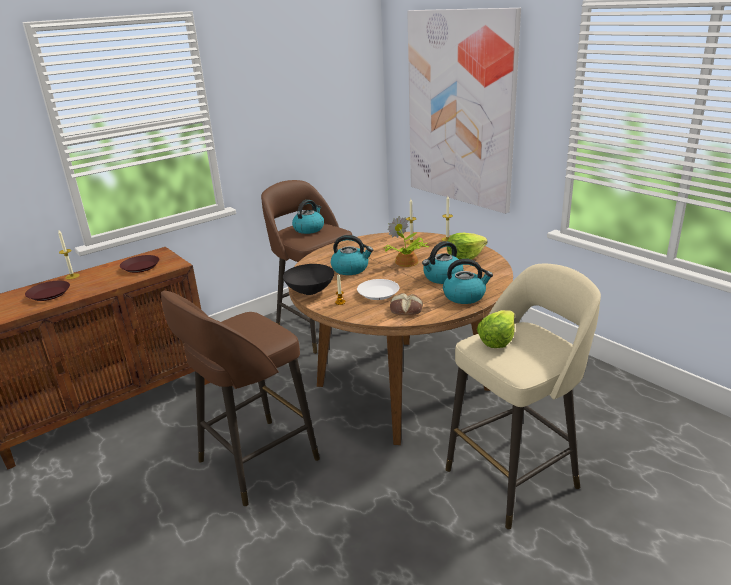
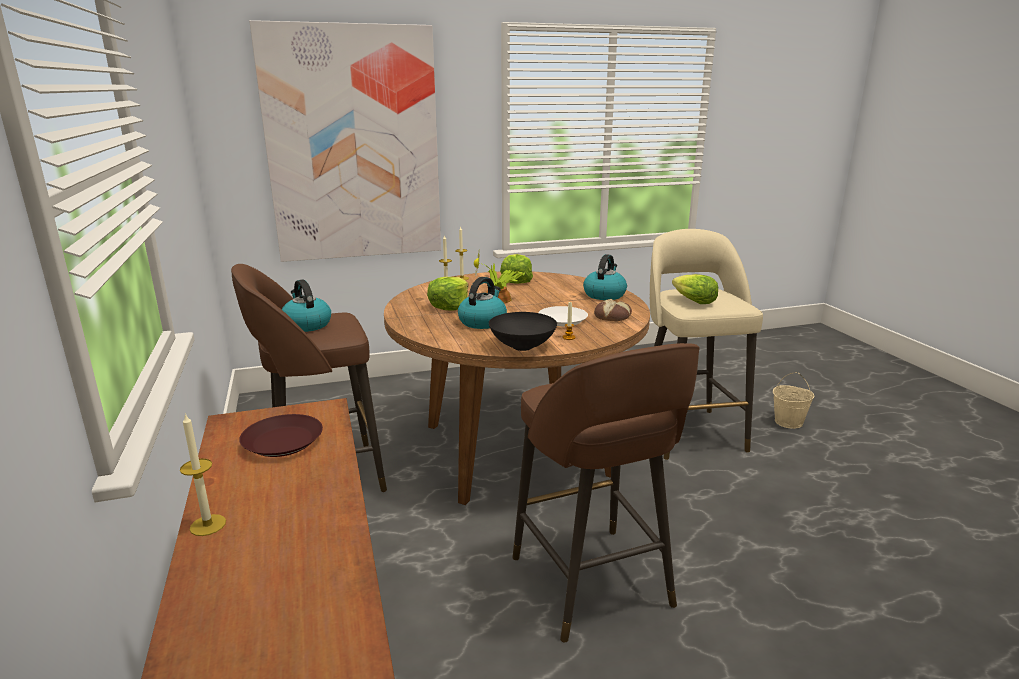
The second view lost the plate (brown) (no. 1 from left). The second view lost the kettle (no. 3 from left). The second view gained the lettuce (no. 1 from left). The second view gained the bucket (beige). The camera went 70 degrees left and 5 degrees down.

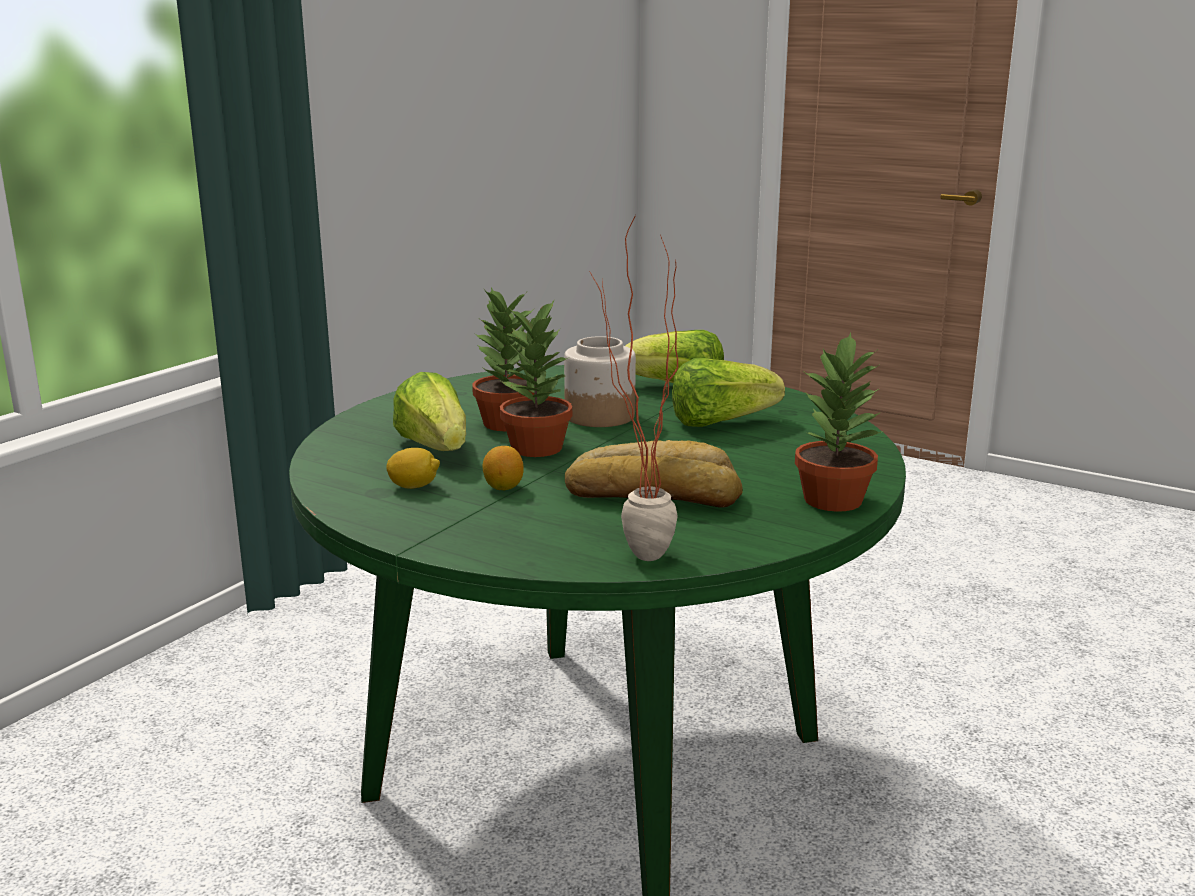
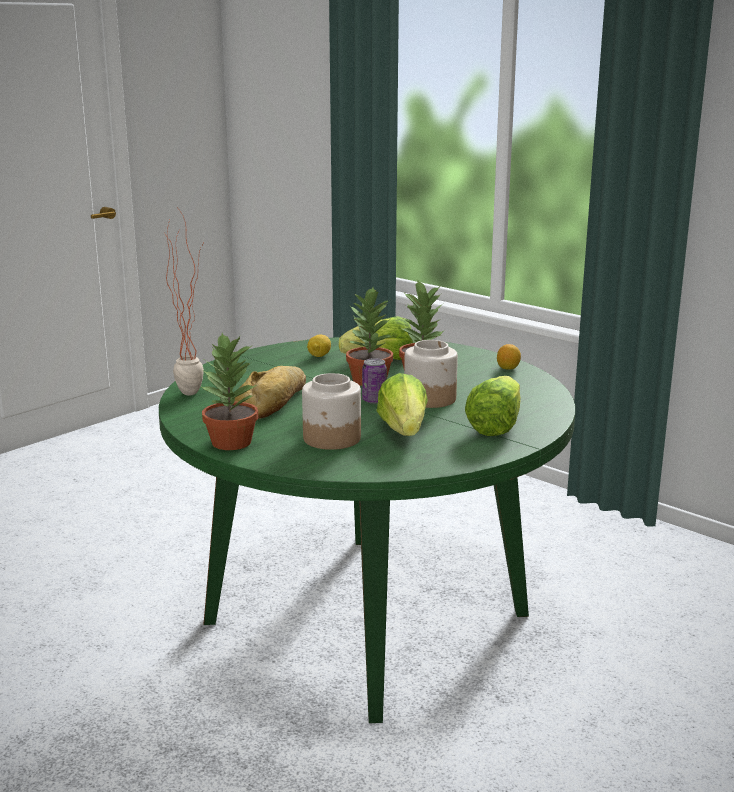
The lemon (no. 2 from left) ended up elsewhere. The second view gained the jar (no. 1 from left). The second view gained the can. The camera went 100 degrees right and 0 degrees up.

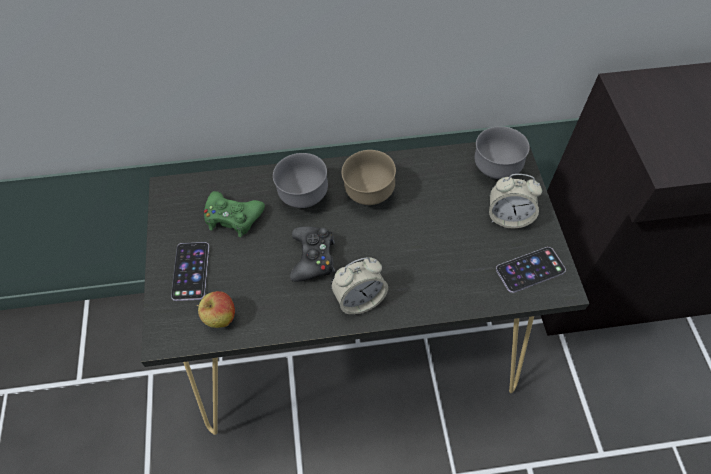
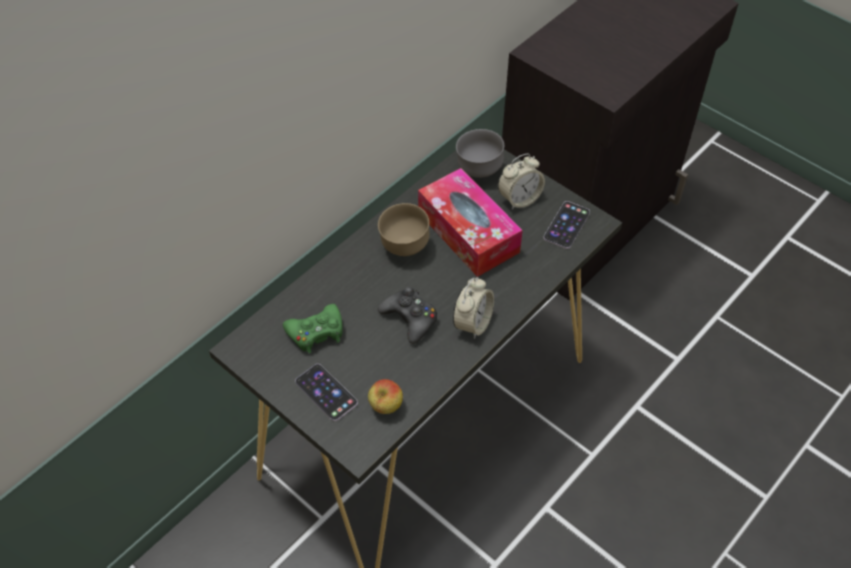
The second view lost the bowl (grey) (no. 1 from left). The second view gained the tissue box. The camera went 40 degrees left and 5 degrees down.

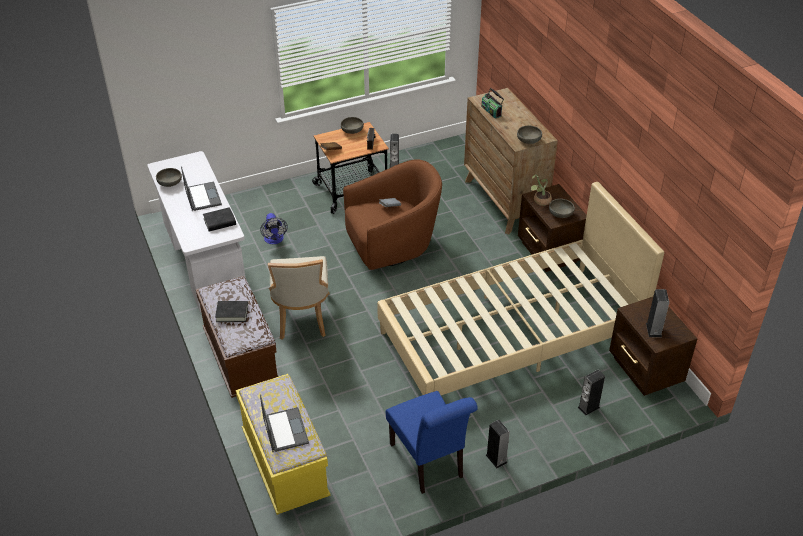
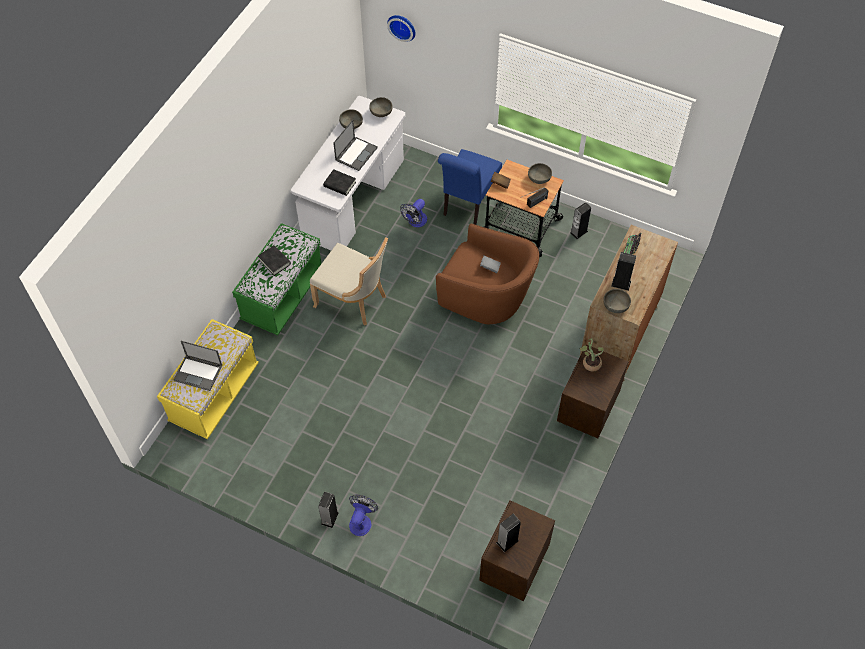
What was the bench (brown) turned into the bench (green). The laptop (no. 2 from left in the first image) ended up facing another way, 75 degrees clockwise from before. The chair (beige) ended up facing another way, 105 degrees counterclockwise from before. The second view lost the bed (beige). The chair (blue) ended up elsewhere. The bowl (grey) (no. 4 from left in the first image) ended up elsewhere. The speaker (no. 3 from left in the first image) ended up elsewhere. The second view gained the fan (no. 1 from left). The second view gained the wall clock. The camera went 50 degrees right and 15 degrees up.

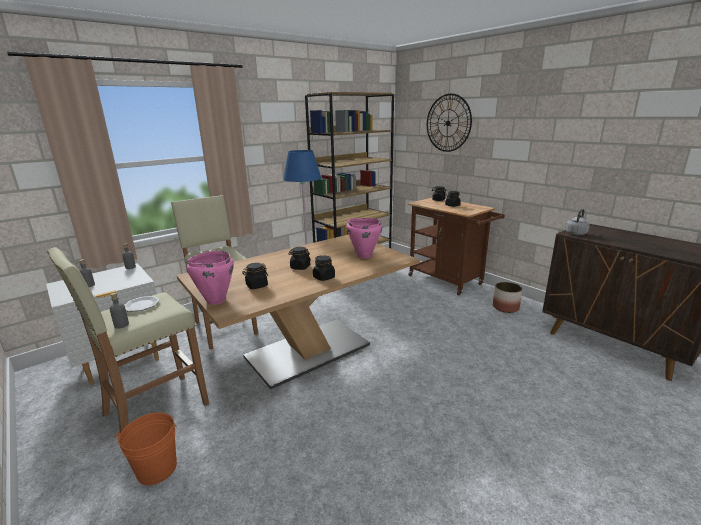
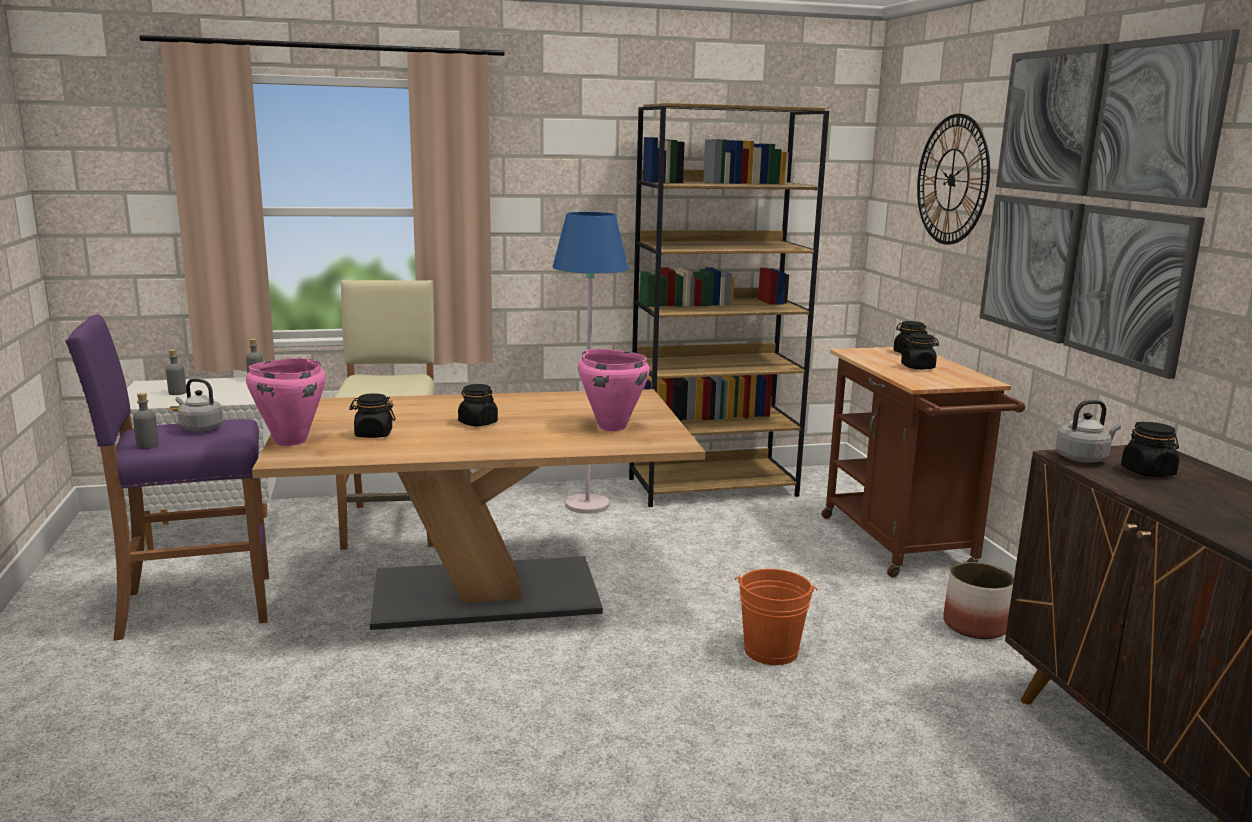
What was the stool (beige) (no. 1 from left) turned into the stool (purple). The bucket (orange) ended up elsewhere. Where the plate stood, the kettle (grey) (no. 1 from left) came to stand. The jar (black) (no. 3 from left in the first image) ended up elsewhere. The second view gained the picture. The camera went 25 degrees right and 5 degrees down.

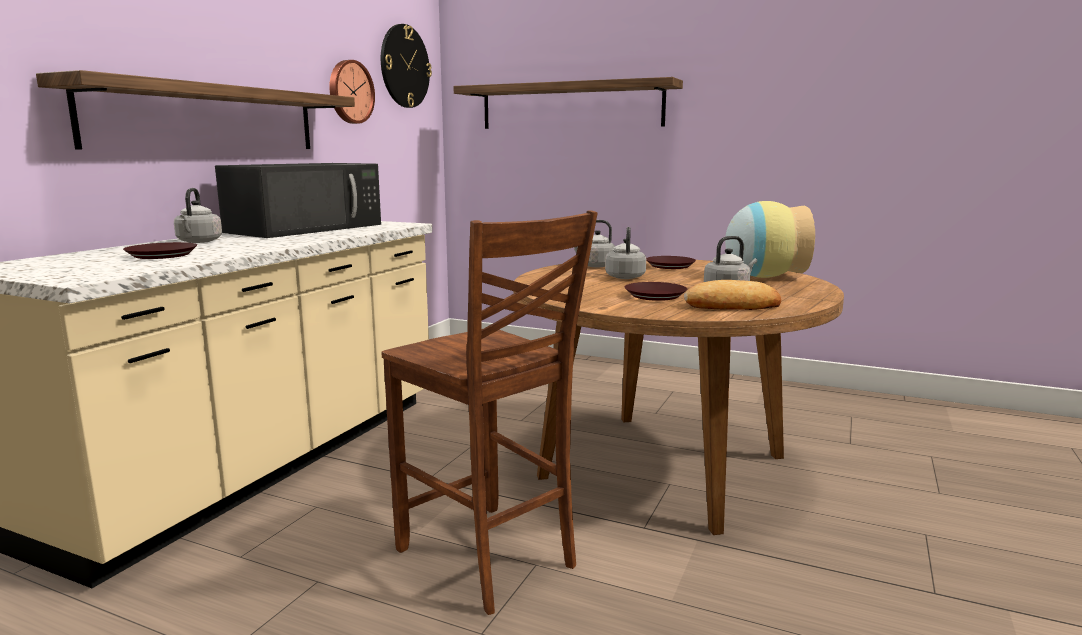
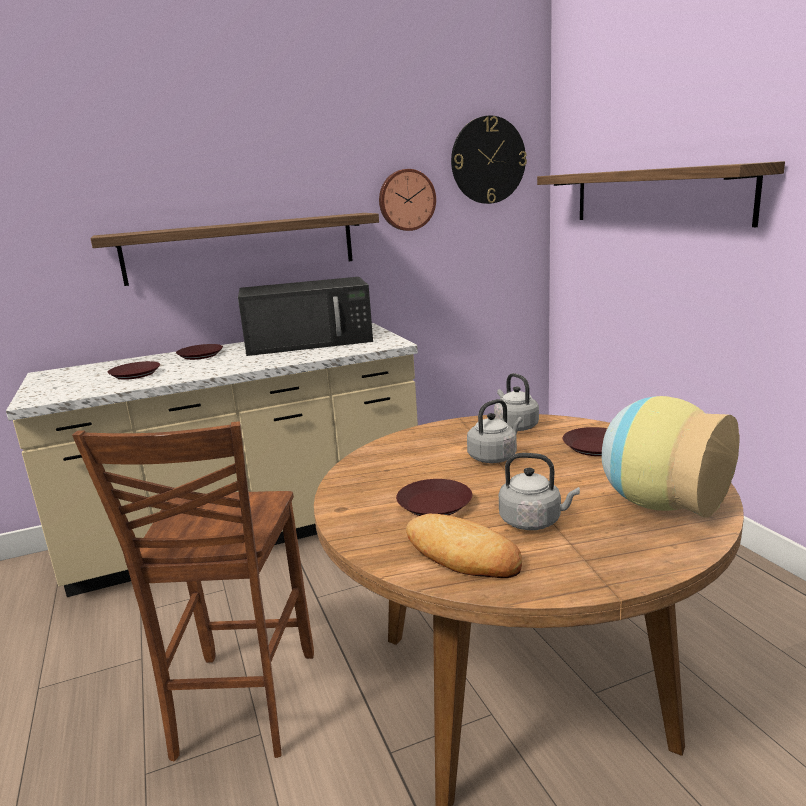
Where the kettle (grey) (no. 1 from left) stood, the plate (brown) (no. 2 from left) came to stand. The camera went 45 degrees right and 5 degrees up.

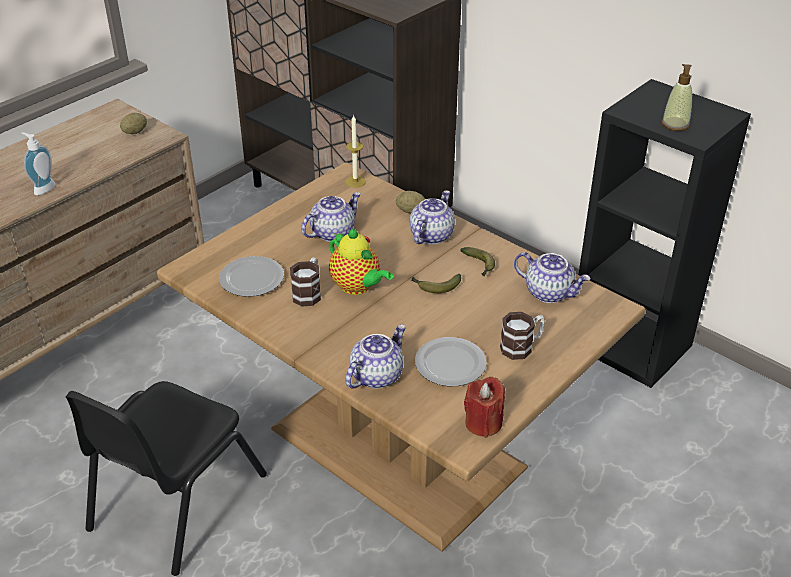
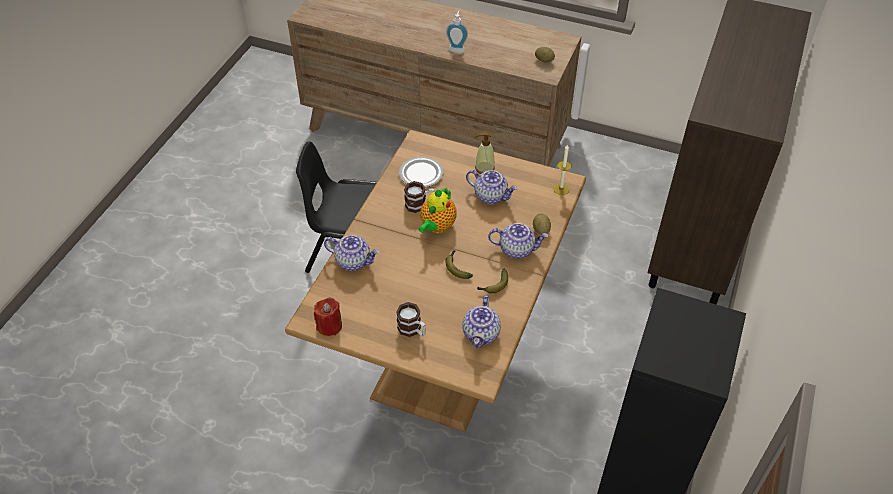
The second view lost the plate (no. 2 from left). The soap dispenser (no. 2 from left) ended up elsewhere. The camera went 70 degrees right and 10 degrees up.

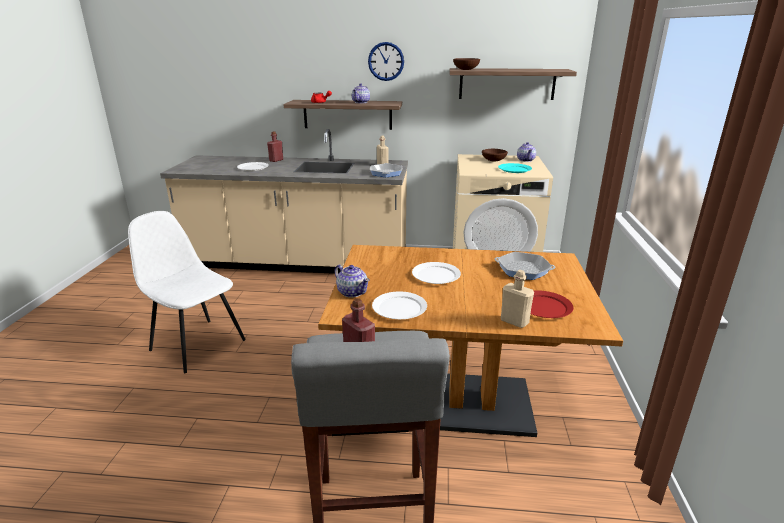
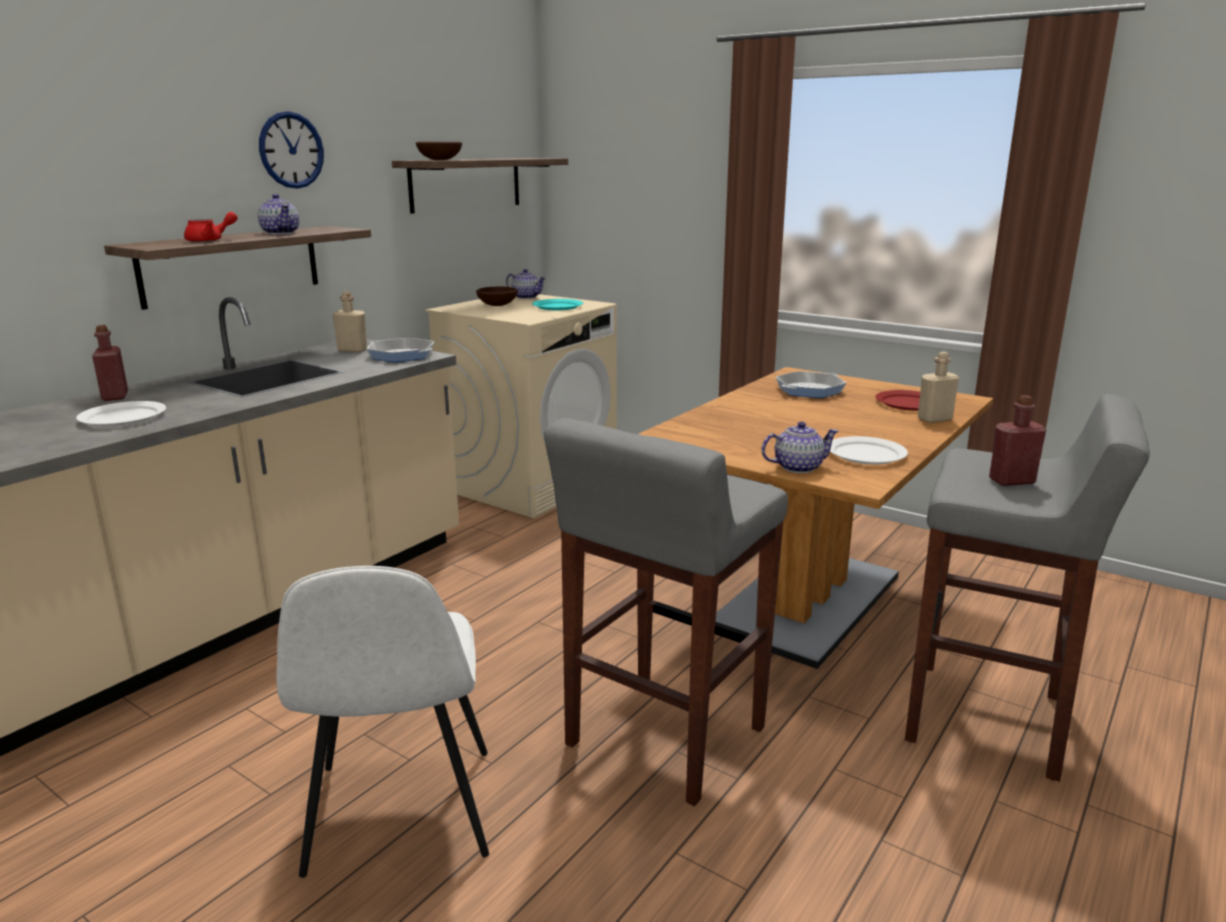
The chair (white) ended up facing another way, 75 degrees counterclockwise from before. The second view lost the plate (white) (no. 3 from left). The second view gained the stool (grey) (no. 1 from left). The camera went 60 degrees left and 5 degrees down.

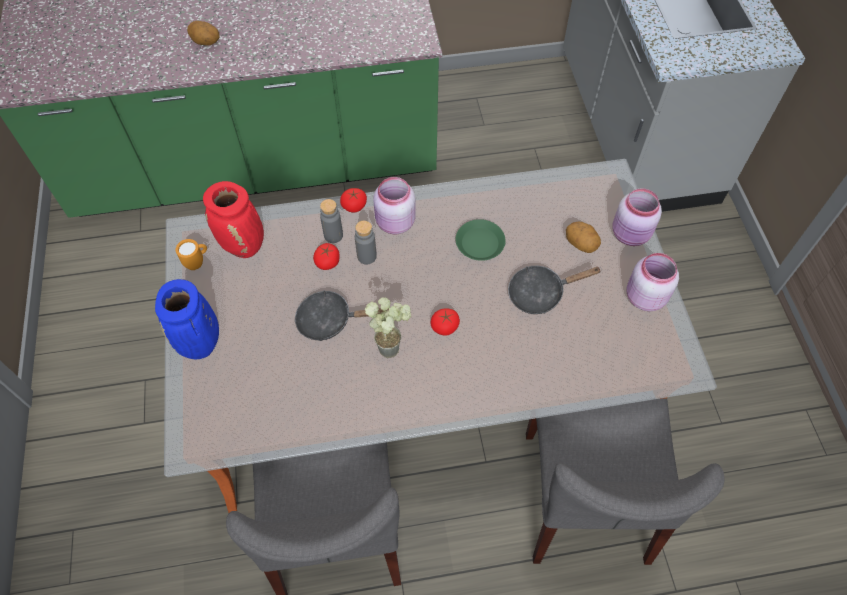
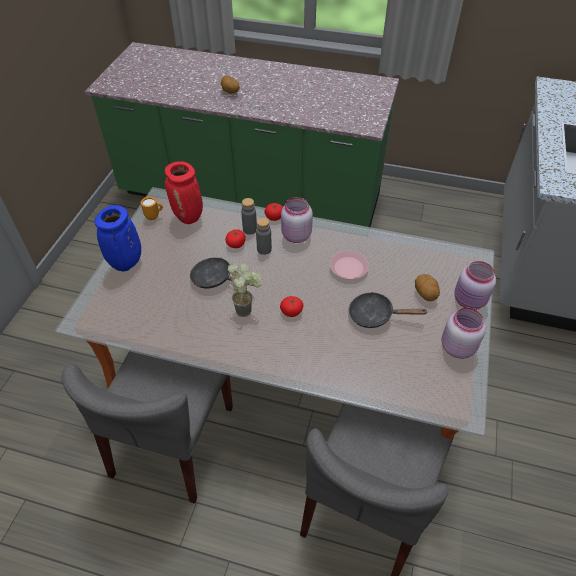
What was the plate (green) turned into the plate (pink). The camera went 25 degrees right and 10 degrees down.

